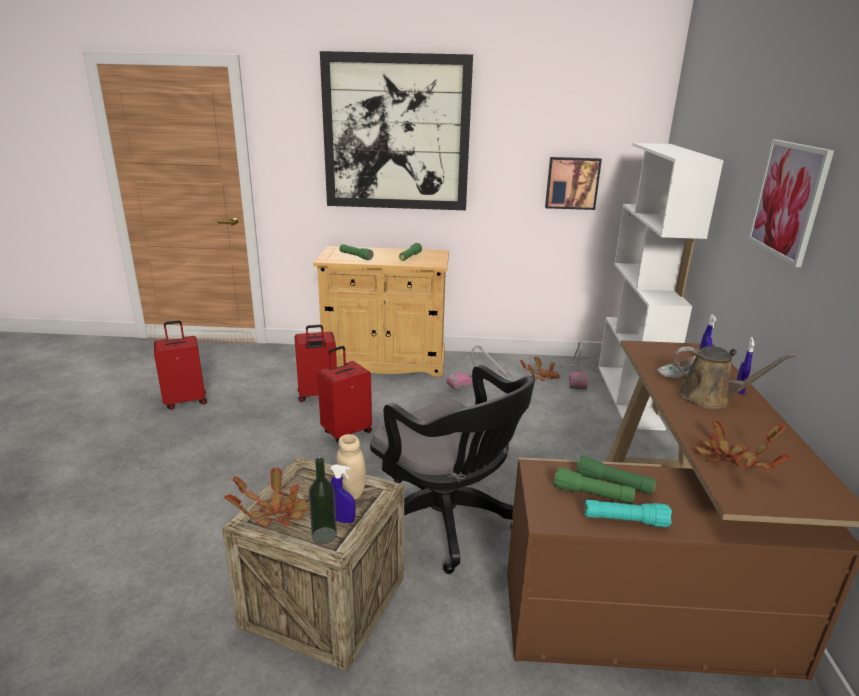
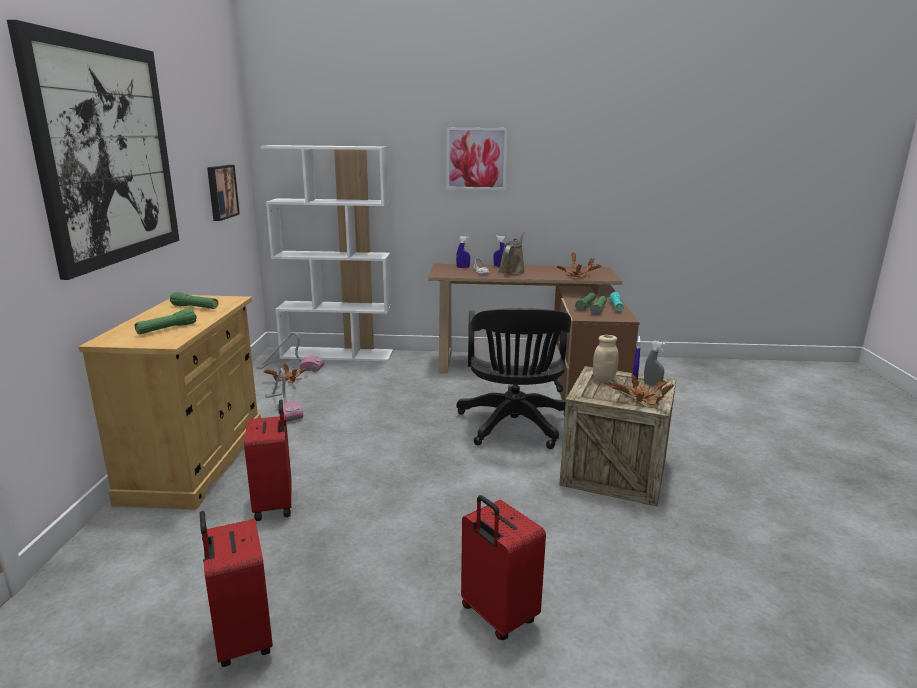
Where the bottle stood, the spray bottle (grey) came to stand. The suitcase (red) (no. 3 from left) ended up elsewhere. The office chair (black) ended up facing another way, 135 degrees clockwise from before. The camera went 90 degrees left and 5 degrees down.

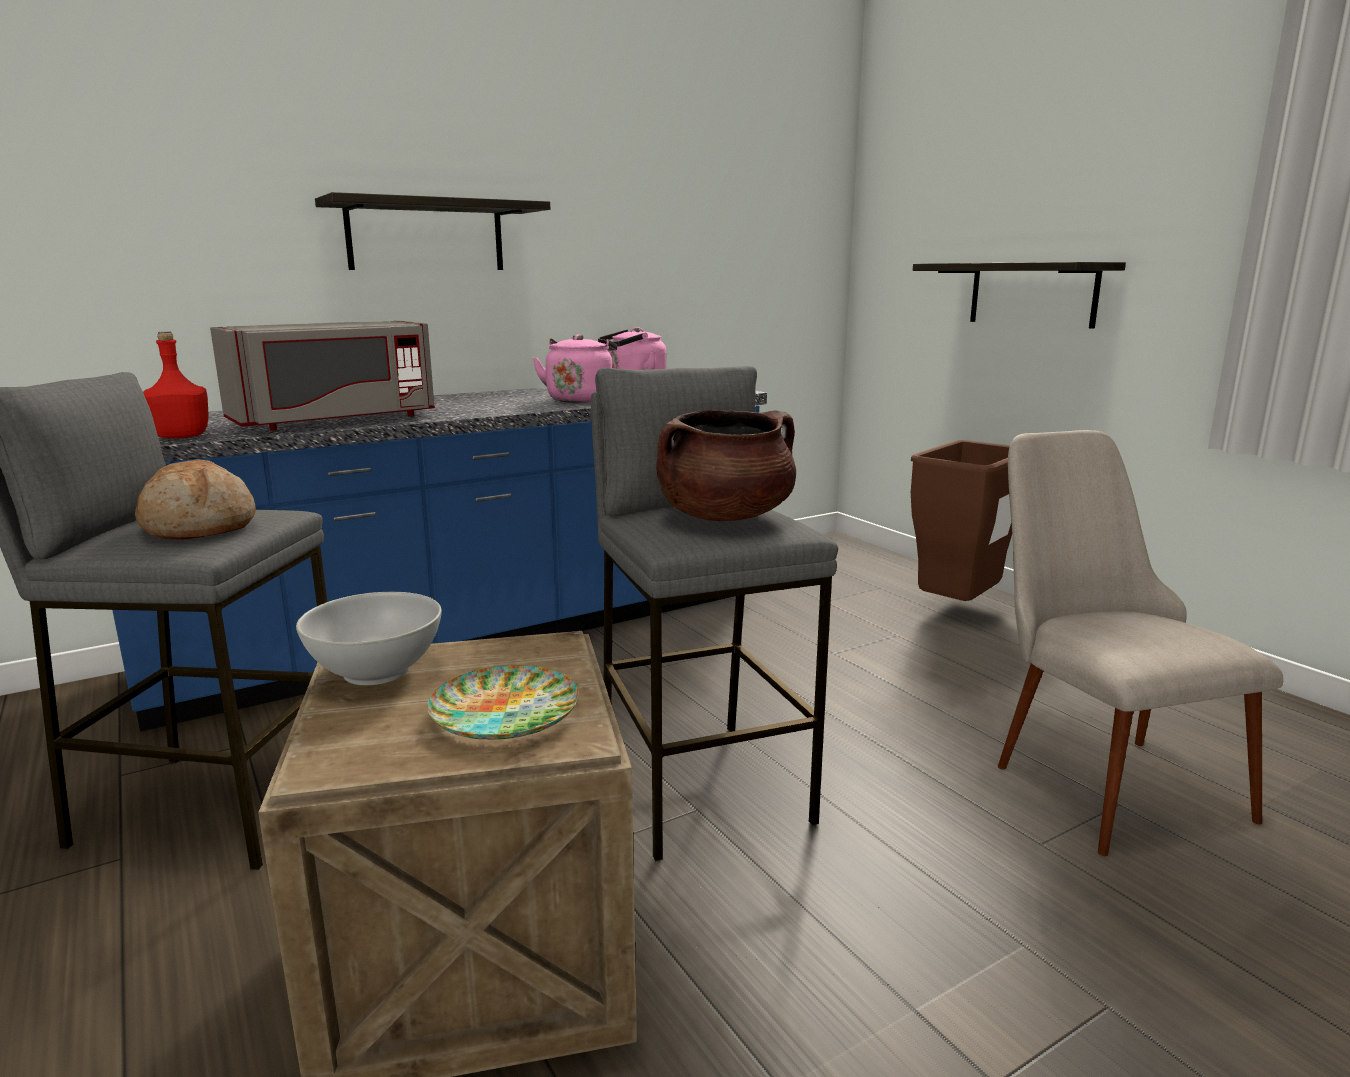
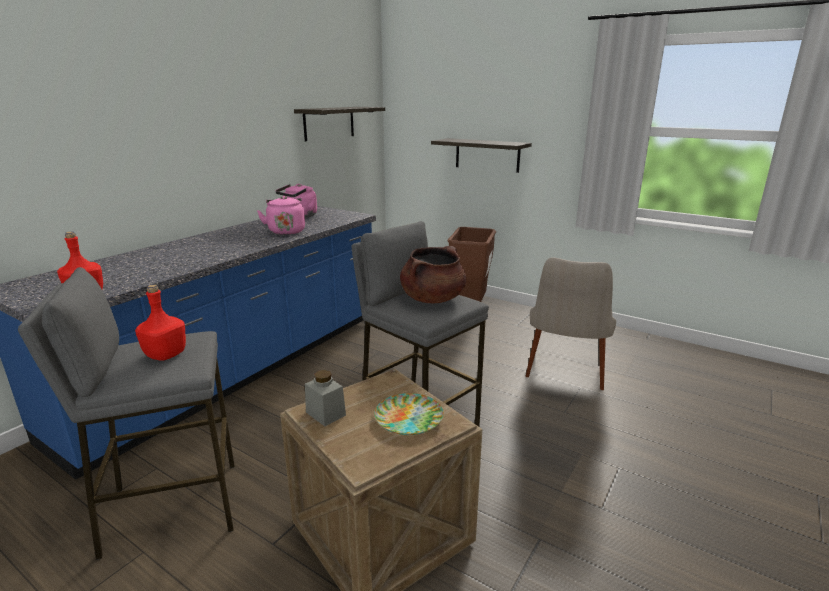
Where the bread stood, the bottle (red) (no. 2 from left) came to stand. The second view lost the microwave (grey). Where the bowl (white) stood, the jar (grey) came to stand. The shelf (no. 1 from left) ended up elsewhere. The chair (beige) ended up facing another way, 120 degrees counterclockwise from before. The camera went 25 degrees left and 5 degrees up.

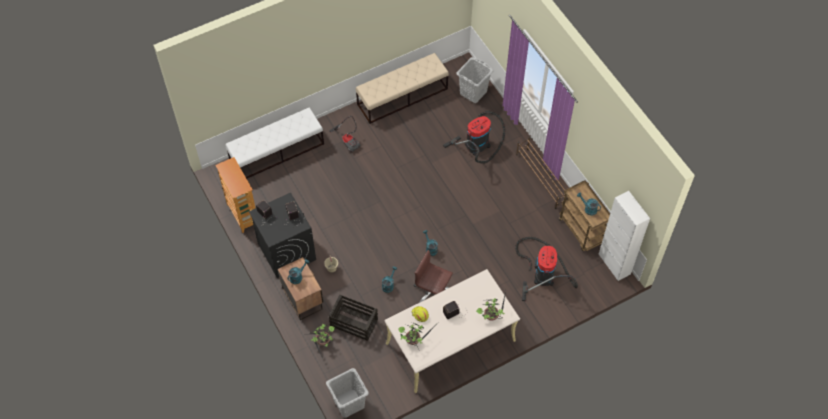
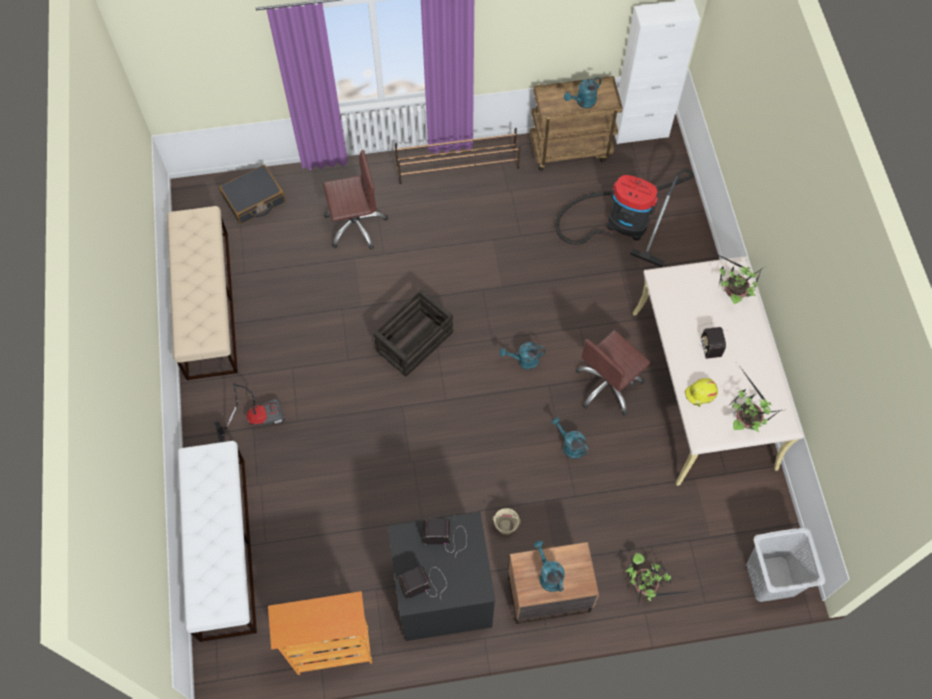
The crate ended up elsewhere. Where the vacuum cleaner (no. 2 from left) stood, the office chair (brown) (no. 1 from left) came to stand. Where the laundry basket (grey) (no. 2 from left) stood, the suitcase (black) came to stand. The camera went 70 degrees left and 5 degrees up.

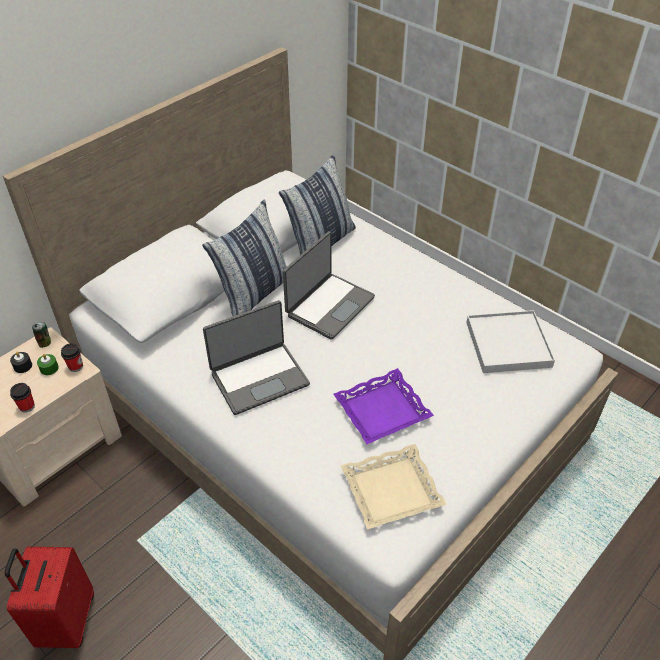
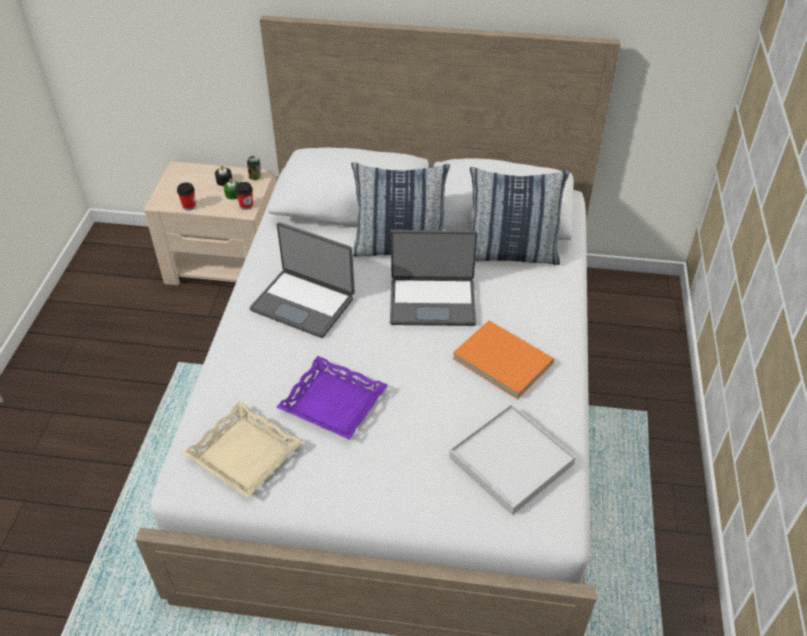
The second view lost the suitcase (red). The second view gained the book (orange). The camera went 55 degrees right and 0 degrees up.

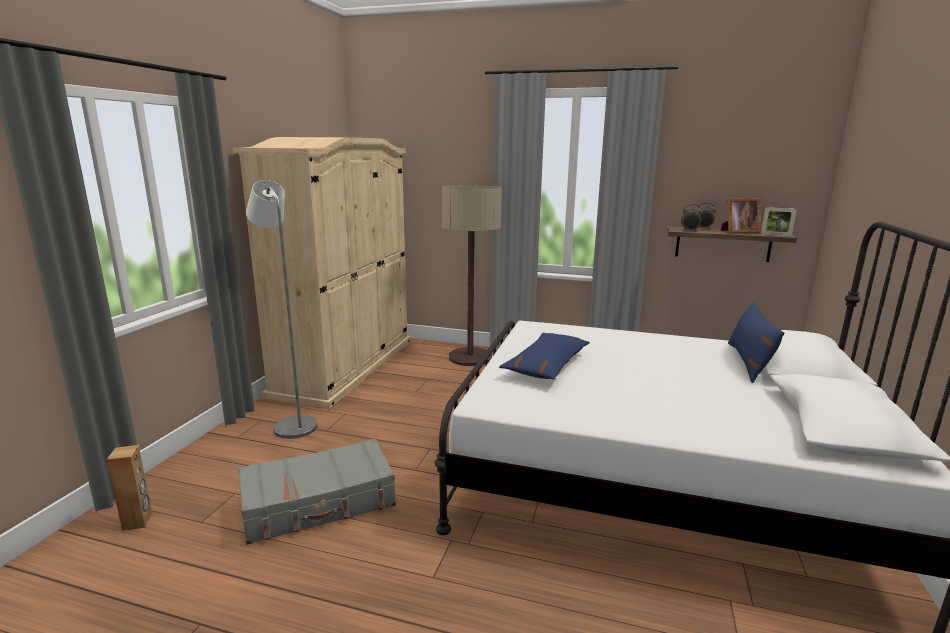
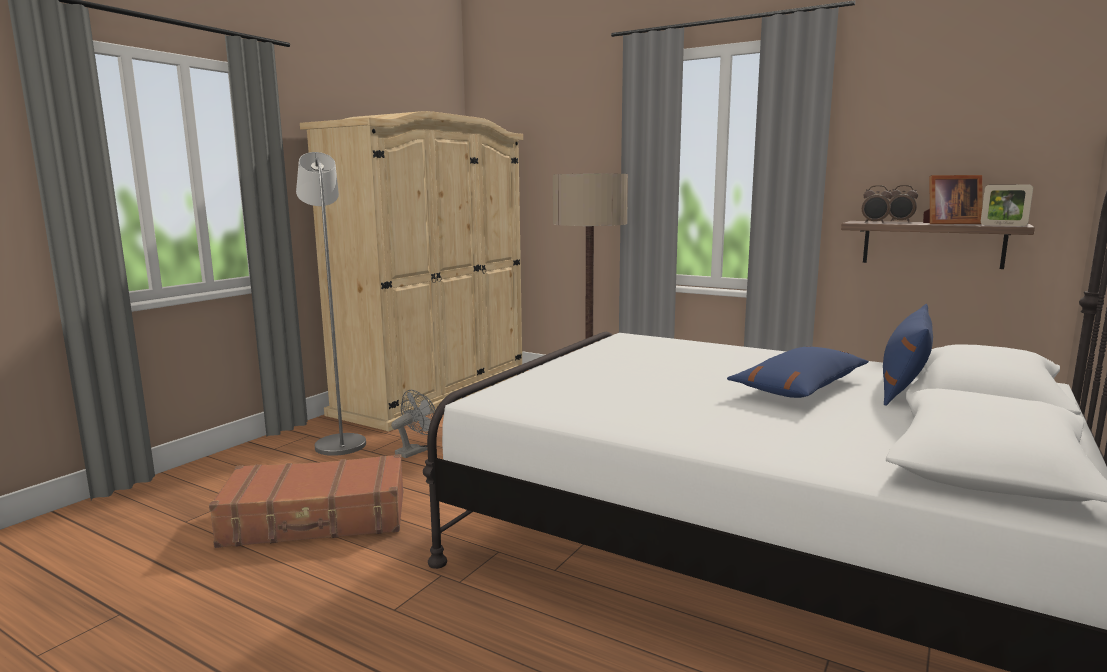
The second view lost the speaker (brown). What was the suitcase (grey) turned into the suitcase (brown). The pillow (blue) (no. 1 from left) ended up elsewhere. The second view gained the fan (grey). The camera went 15 degrees right and 5 degrees down.

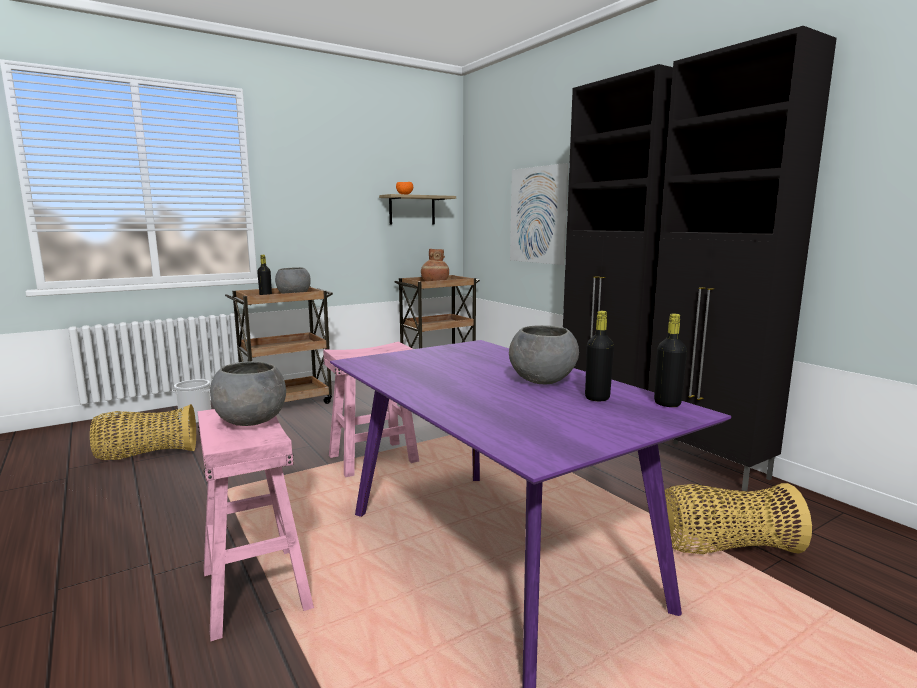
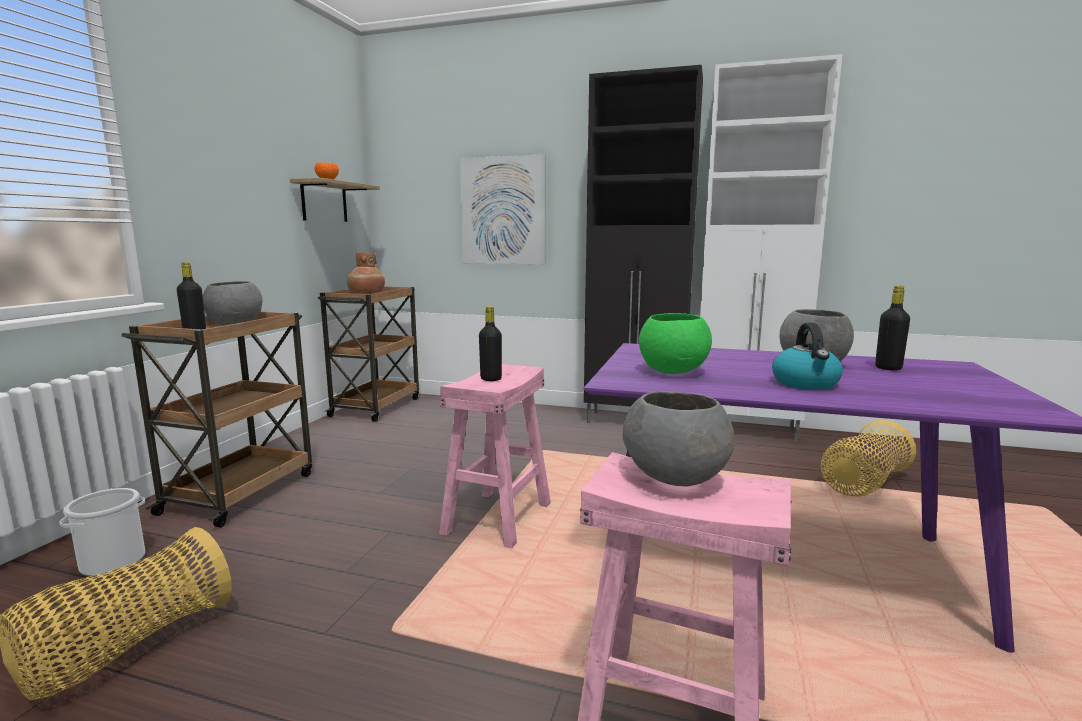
What was the cabinet (black) (no. 2 from left) turned into the cabinet (white). The bottle (black) (no. 3 from left in the first image) ended up elsewhere. The second view gained the bowl (green). The second view gained the kettle. The camera went 40 degrees left and 0 degrees up.

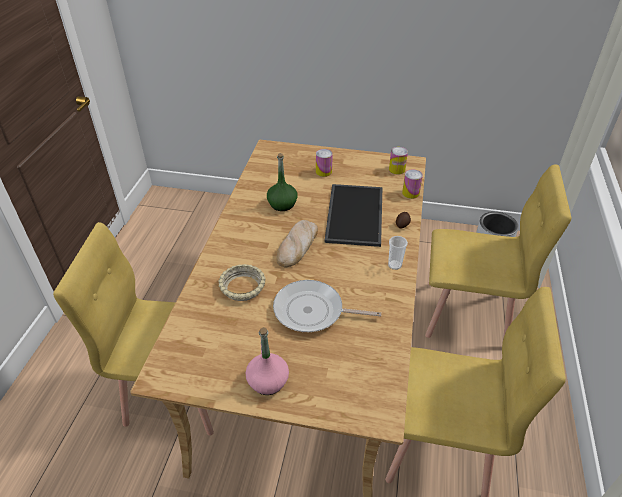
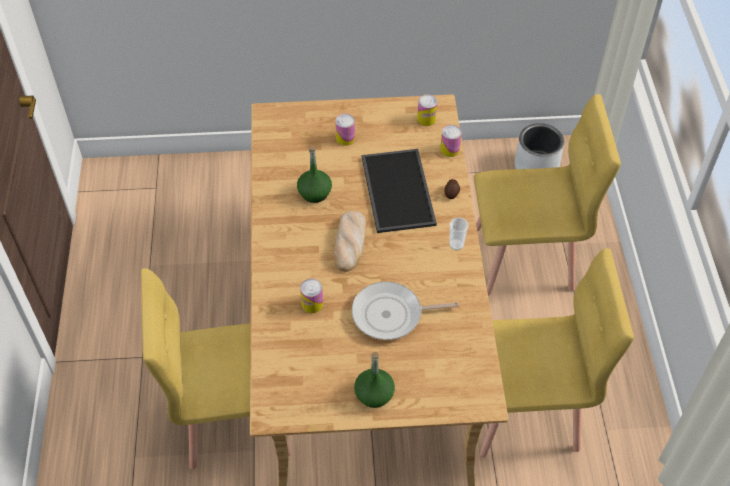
Where the bowl (beige) stood, the can (no. 1 from left) came to stand. What was the bottle (pink) turned into the bottle (green) (no. 2 from left). The camera went 15 degrees left and 10 degrees up.

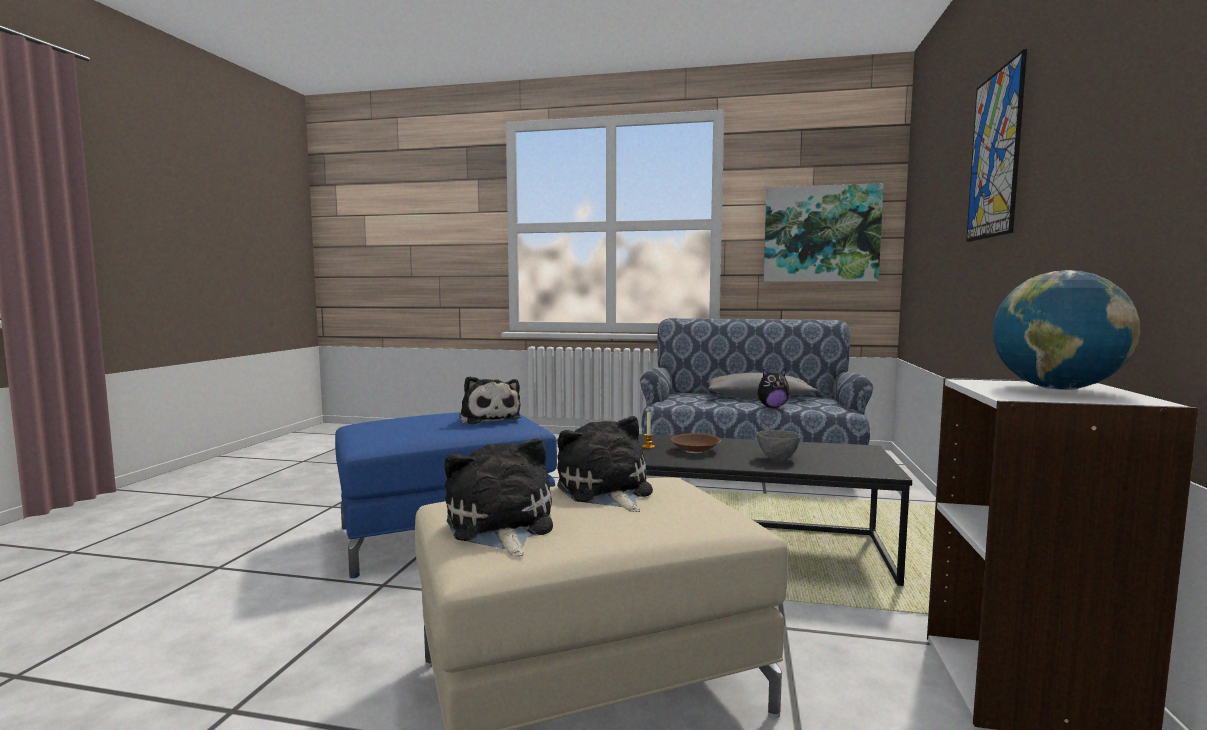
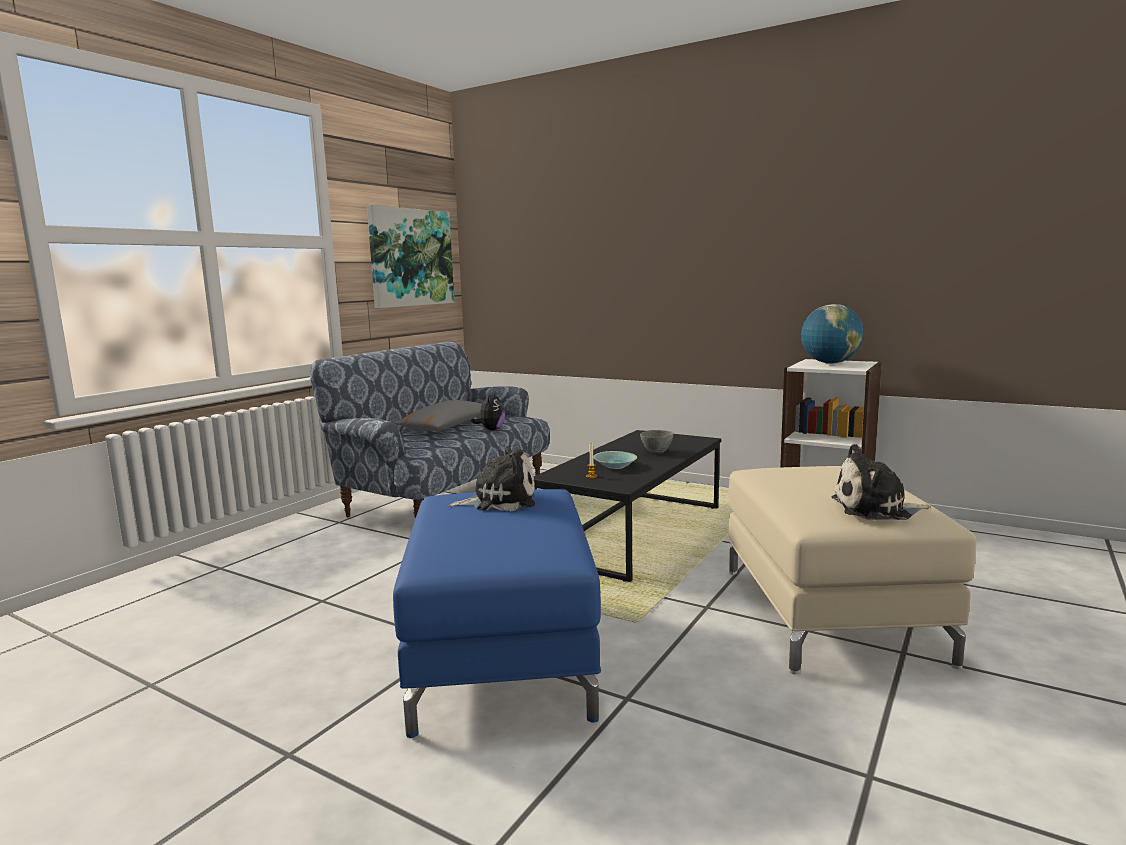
The second view lost the plush toy (no. 3 from left). What was the bowl (brown) turned into the bowl (turquoise). The second view lost the picture (no. 2 from left). The camera went 70 degrees left and 5 degrees up.

